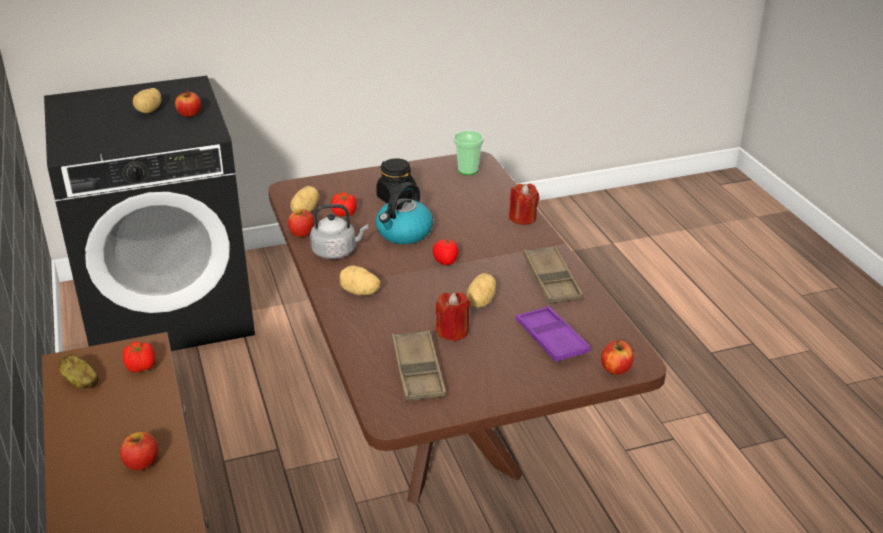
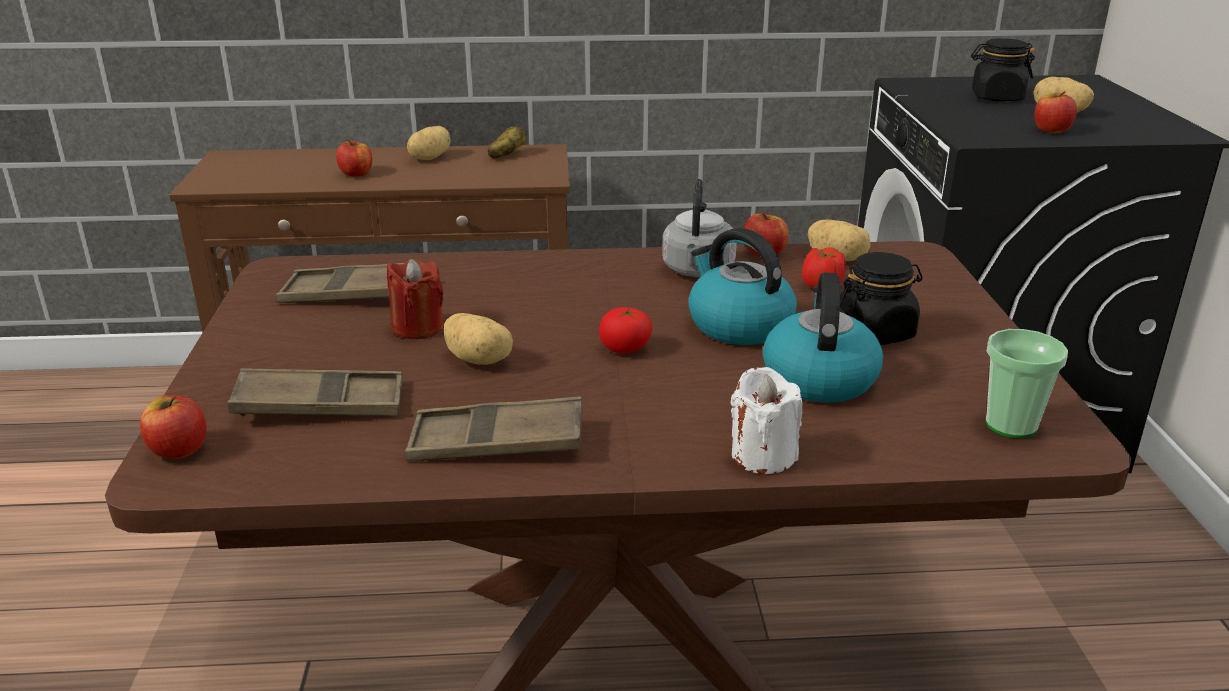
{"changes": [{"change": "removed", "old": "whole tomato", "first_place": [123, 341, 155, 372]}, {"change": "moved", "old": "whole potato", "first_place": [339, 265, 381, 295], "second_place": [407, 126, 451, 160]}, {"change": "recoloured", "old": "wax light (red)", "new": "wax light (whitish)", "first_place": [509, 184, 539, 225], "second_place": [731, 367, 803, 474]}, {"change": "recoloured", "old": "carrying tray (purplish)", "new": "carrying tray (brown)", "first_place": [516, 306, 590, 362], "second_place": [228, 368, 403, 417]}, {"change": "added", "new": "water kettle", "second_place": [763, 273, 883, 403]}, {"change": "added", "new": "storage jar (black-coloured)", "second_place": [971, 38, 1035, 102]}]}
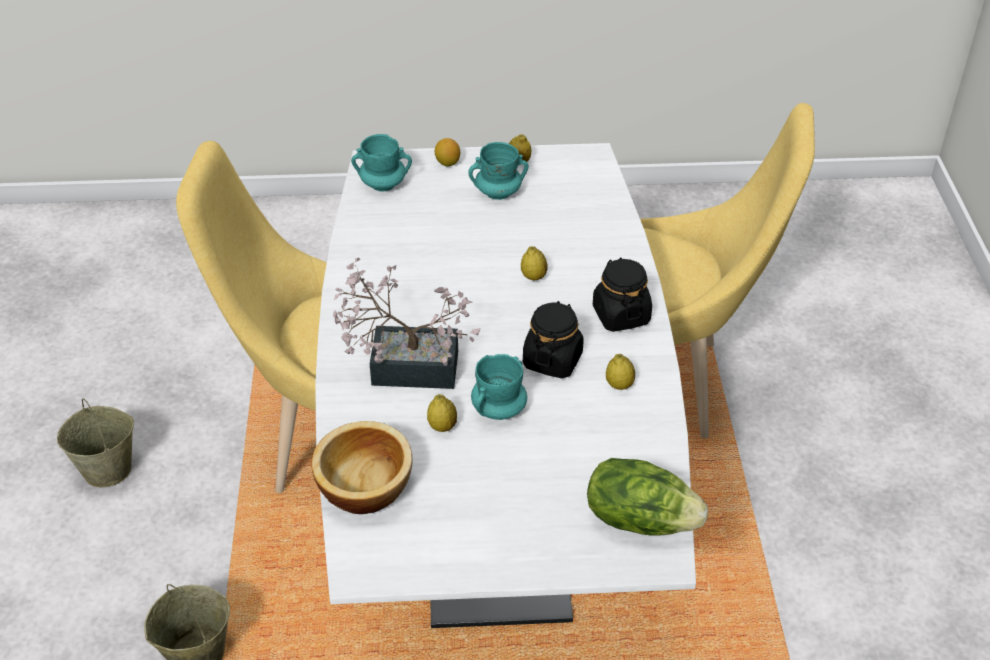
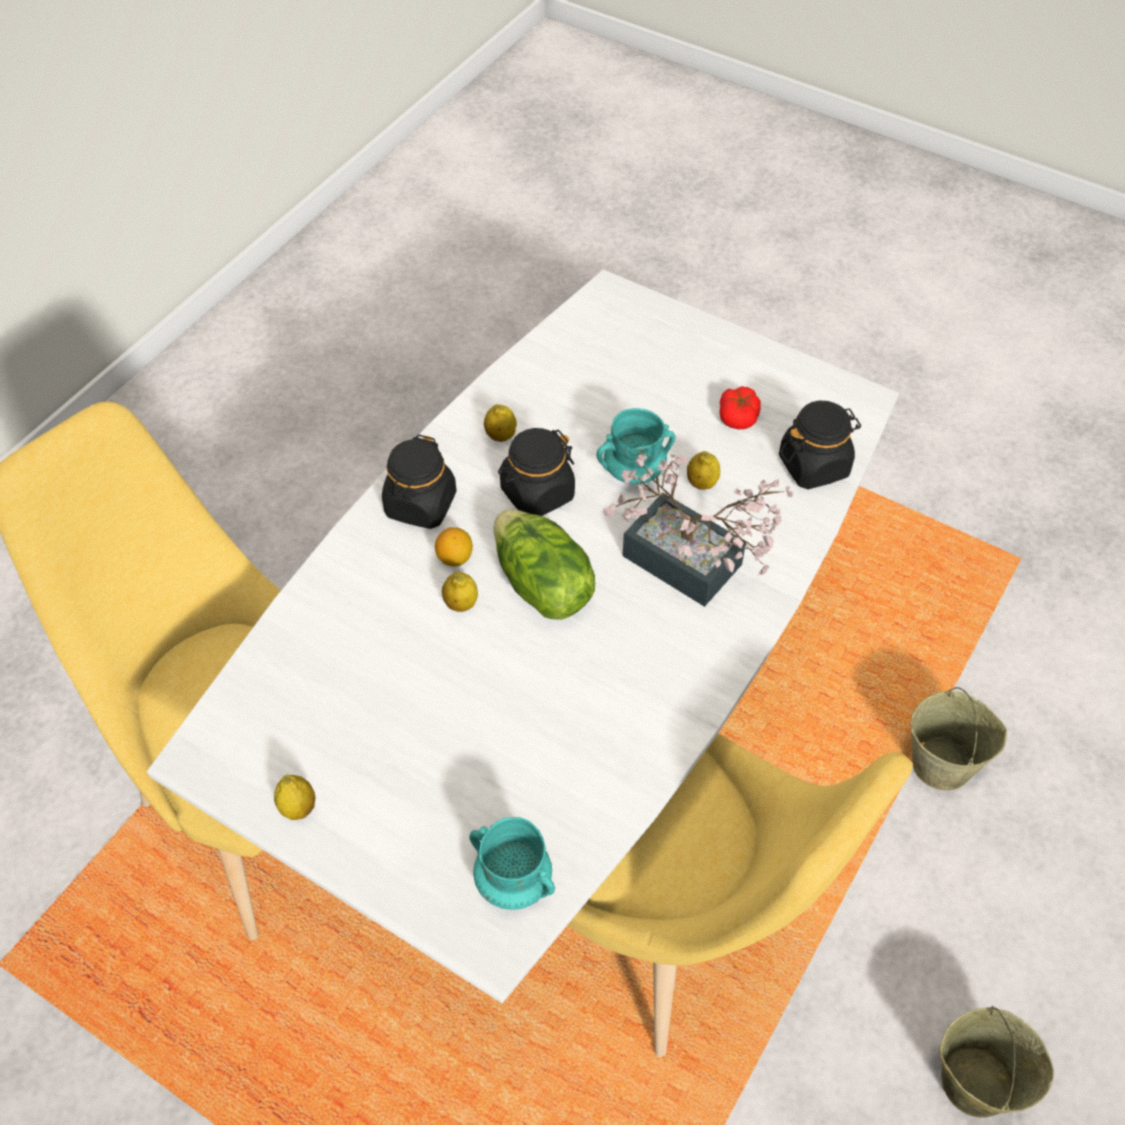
{"changes": [{"change": "replaced", "old": "serving bowl", "new": "storage jar (black-coloured)", "first_place": [311, 421, 413, 514], "second_place": [779, 401, 861, 489]}, {"change": "moved", "old": "whole lemon", "first_place": [435, 138, 460, 167], "second_place": [435, 527, 473, 567]}, {"change": "removed", "old": "tea mug (turquoise)", "first_place": [468, 142, 529, 200]}, {"change": "moved", "old": "lettuce", "first_place": [587, 458, 708, 536], "second_place": [493, 510, 595, 620]}, {"change": "added", "new": "whole tomato", "second_place": [719, 386, 761, 429]}]}
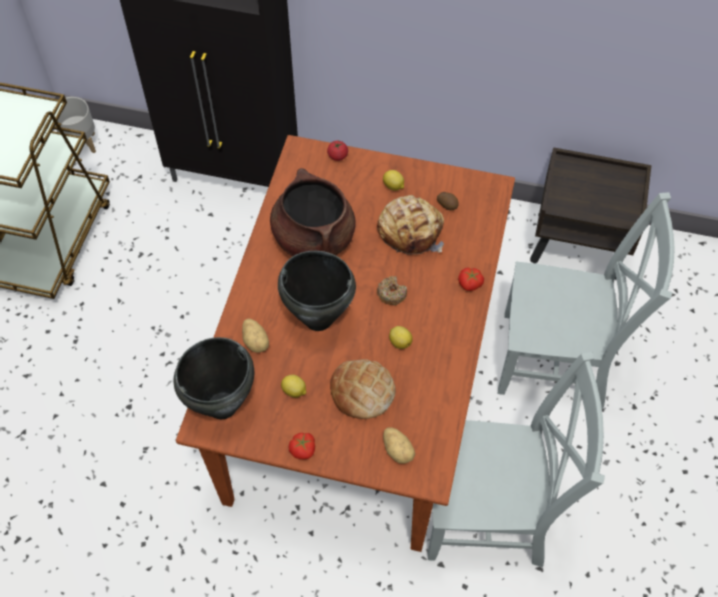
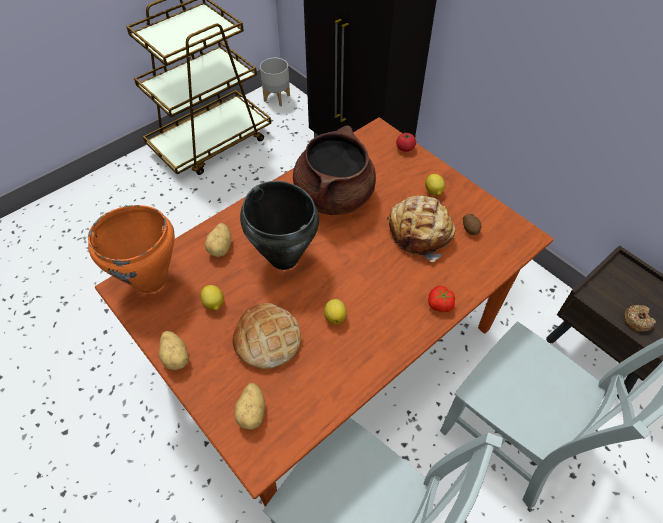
{"changes": [{"change": "recoloured", "old": "stockpot (black-coloured)", "new": "stockpot (orange)", "first_place": [174, 337, 254, 419], "second_place": [88, 205, 175, 293]}, {"change": "replaced", "old": "whole tomato", "new": "whole potato", "first_place": [289, 433, 315, 459], "second_place": [159, 331, 189, 370]}, {"change": "moved", "old": "ring doughnut", "first_place": [377, 276, 407, 305], "second_place": [625, 305, 656, 331]}]}
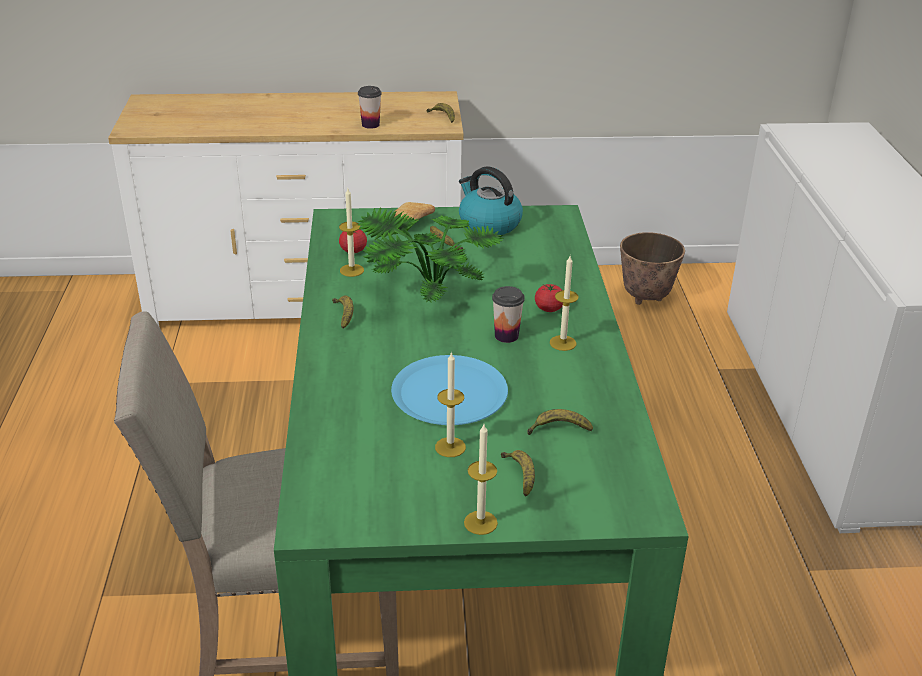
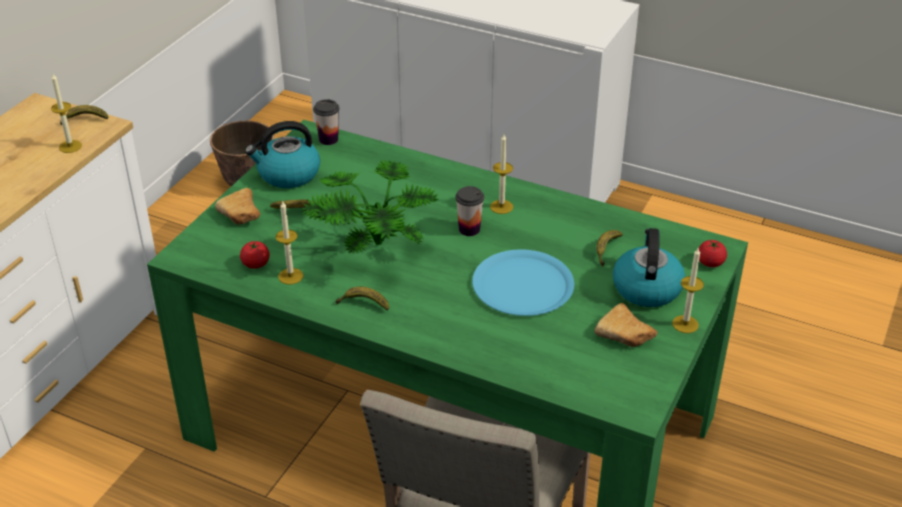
{"changes": [{"change": "moved", "old": "drinking cup", "first_place": [358, 86, 382, 129], "second_place": [313, 99, 339, 145]}, {"change": "moved", "old": "wax light", "first_place": [435, 351, 466, 457], "second_place": [51, 74, 82, 153]}, {"change": "replaced", "old": "whole banana", "new": "water kettle", "first_place": [501, 450, 535, 497], "second_place": [613, 228, 685, 307]}, {"change": "moved", "old": "whole tomato", "first_place": [535, 284, 563, 312], "second_place": [699, 240, 727, 267]}, {"change": "added", "new": "baked bread", "second_place": [594, 303, 658, 347]}]}
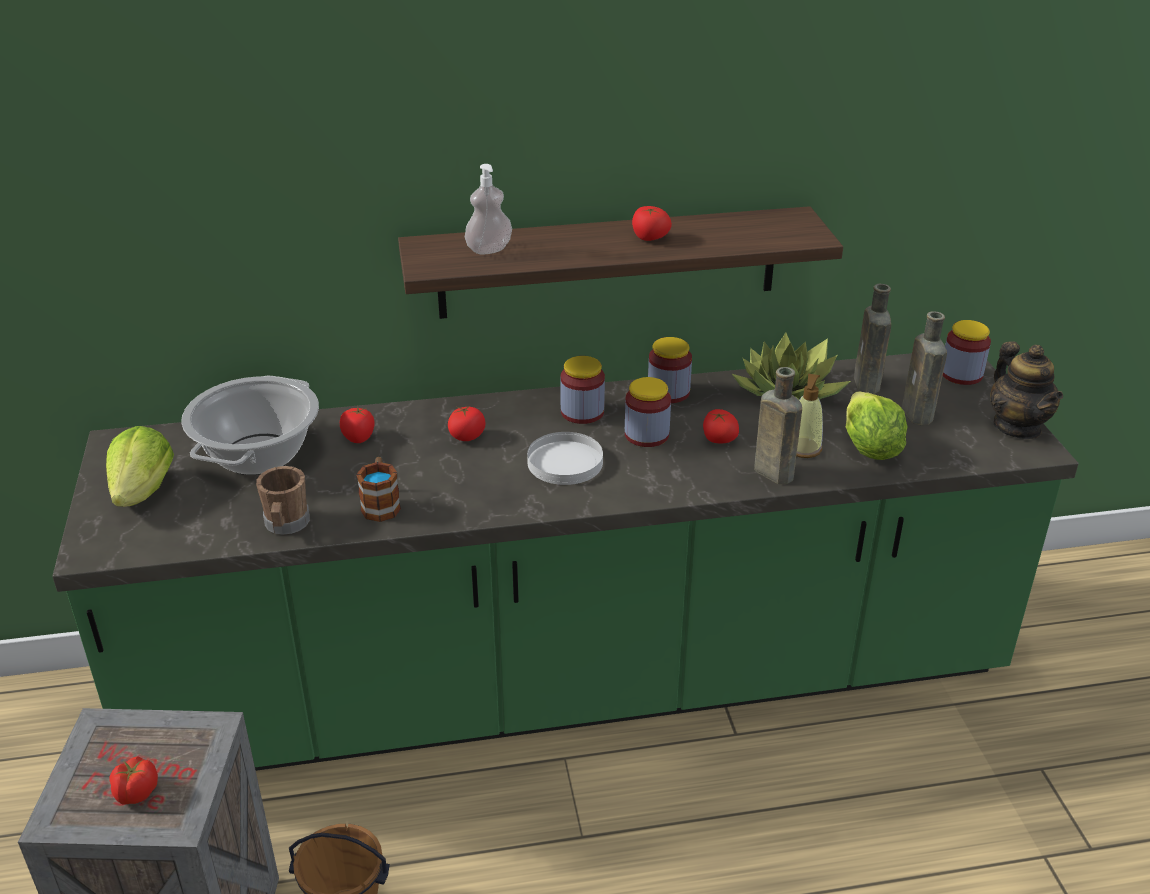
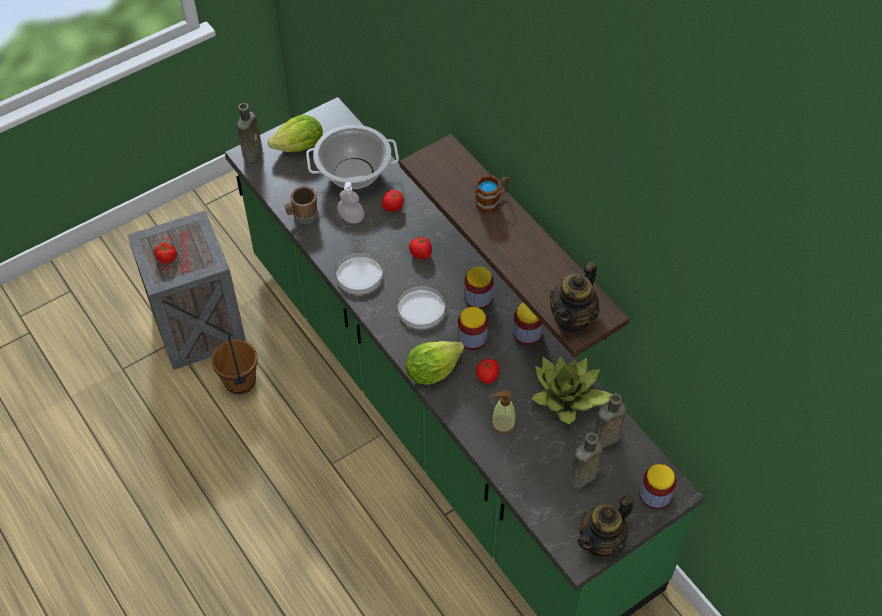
{"changes": [{"change": "moved", "old": "tea mug", "first_place": [356, 457, 401, 522], "second_place": [475, 175, 509, 212]}, {"change": "moved", "old": "soap bottle", "first_place": [465, 164, 512, 255], "second_place": [337, 182, 365, 224]}, {"change": "removed", "old": "whole tomato", "first_place": [632, 206, 672, 241]}, {"change": "moved", "old": "beverage bottle (brown)", "first_place": [755, 367, 802, 484], "second_place": [237, 103, 263, 163]}, {"change": "moved", "old": "lettuce", "first_place": [846, 391, 908, 460], "second_place": [406, 341, 464, 385]}, {"change": "added", "new": "flat dish (whitish)", "second_place": [336, 252, 383, 294]}, {"change": "added", "new": "tea pot", "second_place": [550, 262, 599, 333]}]}
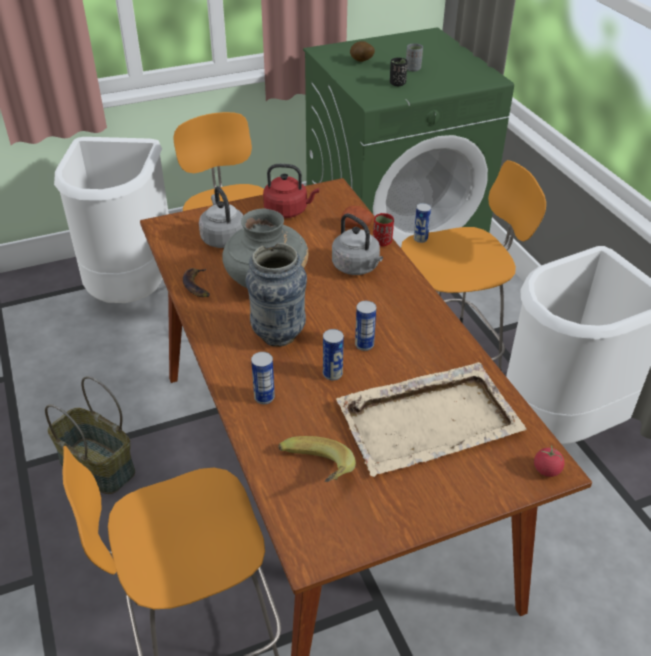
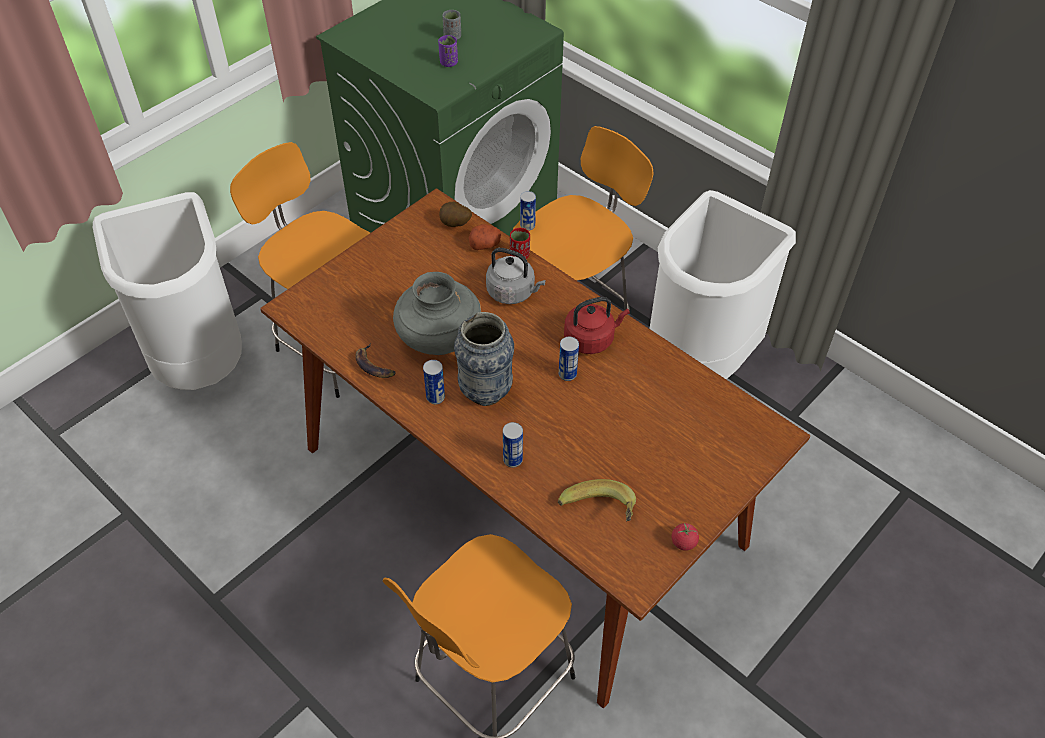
{"changes": [{"change": "removed", "old": "household basket", "first_place": [45, 376, 135, 494]}, {"change": "removed", "old": "water kettle (grey)", "first_place": [199, 186, 243, 248]}, {"change": "moved", "old": "water kettle (red)", "first_place": [263, 164, 319, 218], "second_place": [564, 297, 630, 354]}, {"change": "moved", "old": "sealed can", "first_place": [323, 329, 344, 381], "second_place": [423, 360, 445, 404]}, {"change": "removed", "old": "carrying tray (sand-coloured)", "first_place": [336, 362, 527, 477]}, {"change": "moved", "old": "whole potato", "first_place": [350, 41, 375, 62], "second_place": [440, 202, 472, 227]}, {"change": "recoloured", "old": "drinking cup (black-coloured)", "new": "drinking cup (purplish)", "first_place": [390, 58, 408, 86], "second_place": [438, 35, 458, 67]}, {"change": "moved", "old": "whole tomato", "first_place": [534, 446, 564, 477], "second_place": [672, 523, 699, 551]}]}
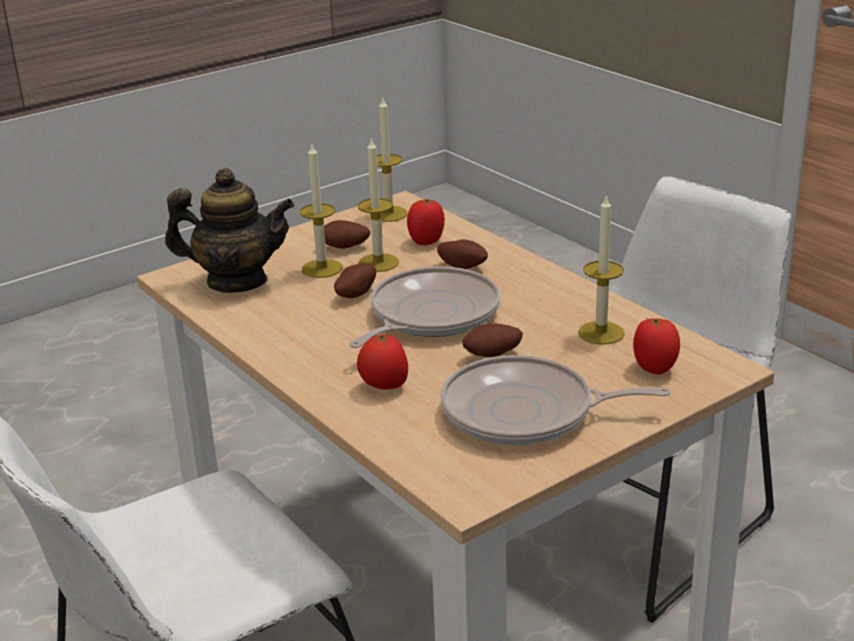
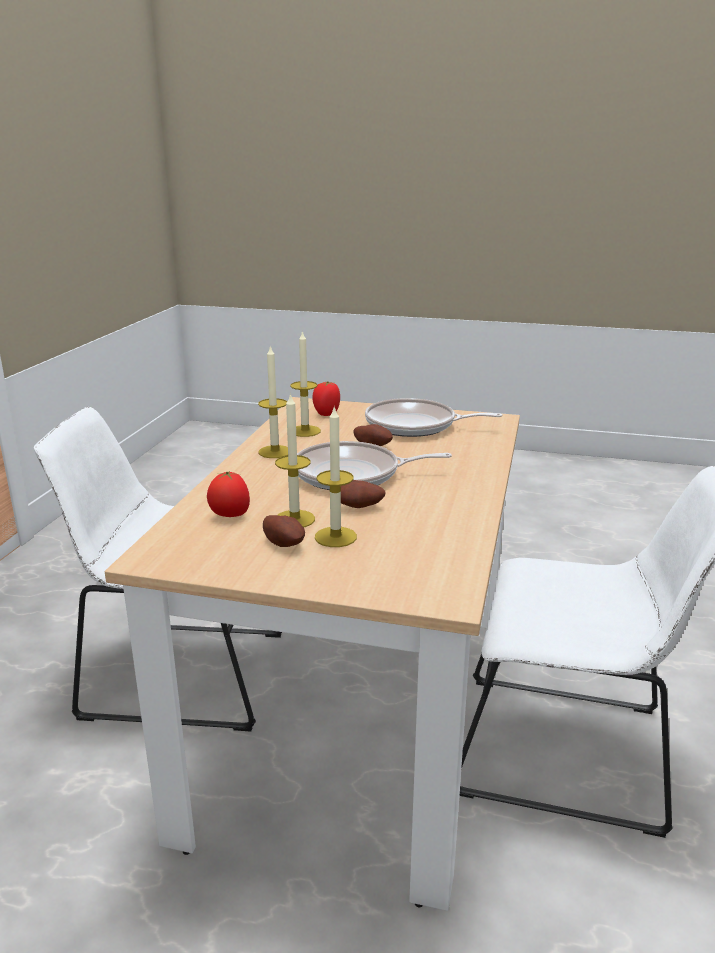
{"changes": [{"change": "removed", "old": "tea pot", "first_place": [165, 168, 294, 293]}, {"change": "removed", "old": "whole tomato", "first_place": [357, 333, 408, 390]}, {"change": "moved", "old": "wax light", "first_place": [370, 96, 408, 222], "second_place": [258, 345, 288, 458]}, {"change": "removed", "old": "whole potato", "first_place": [437, 239, 488, 269]}, {"change": "turned", "old": "pan", "first_place": [441, 355, 671, 445], "second_place": [365, 398, 503, 437], "degrees": 135}]}
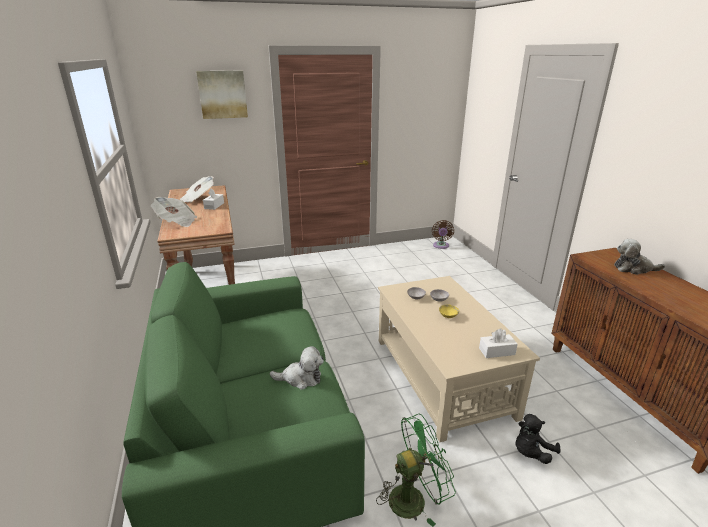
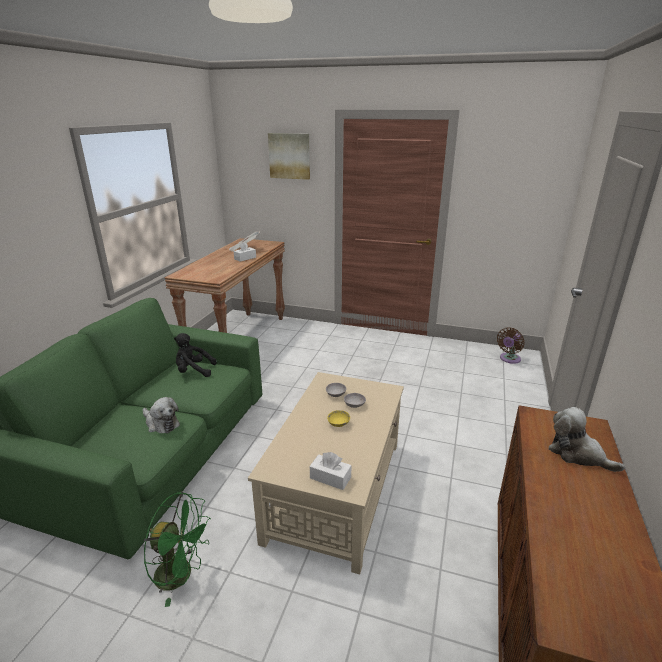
{"changes": [{"change": "removed", "old": "daily paper", "first_place": [151, 197, 197, 227]}, {"change": "moved", "old": "plush toy (black-coloured)", "first_place": [515, 414, 561, 464], "second_place": [174, 333, 217, 377]}]}
